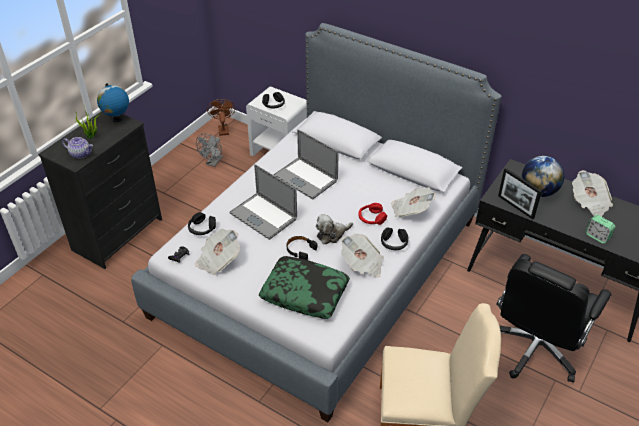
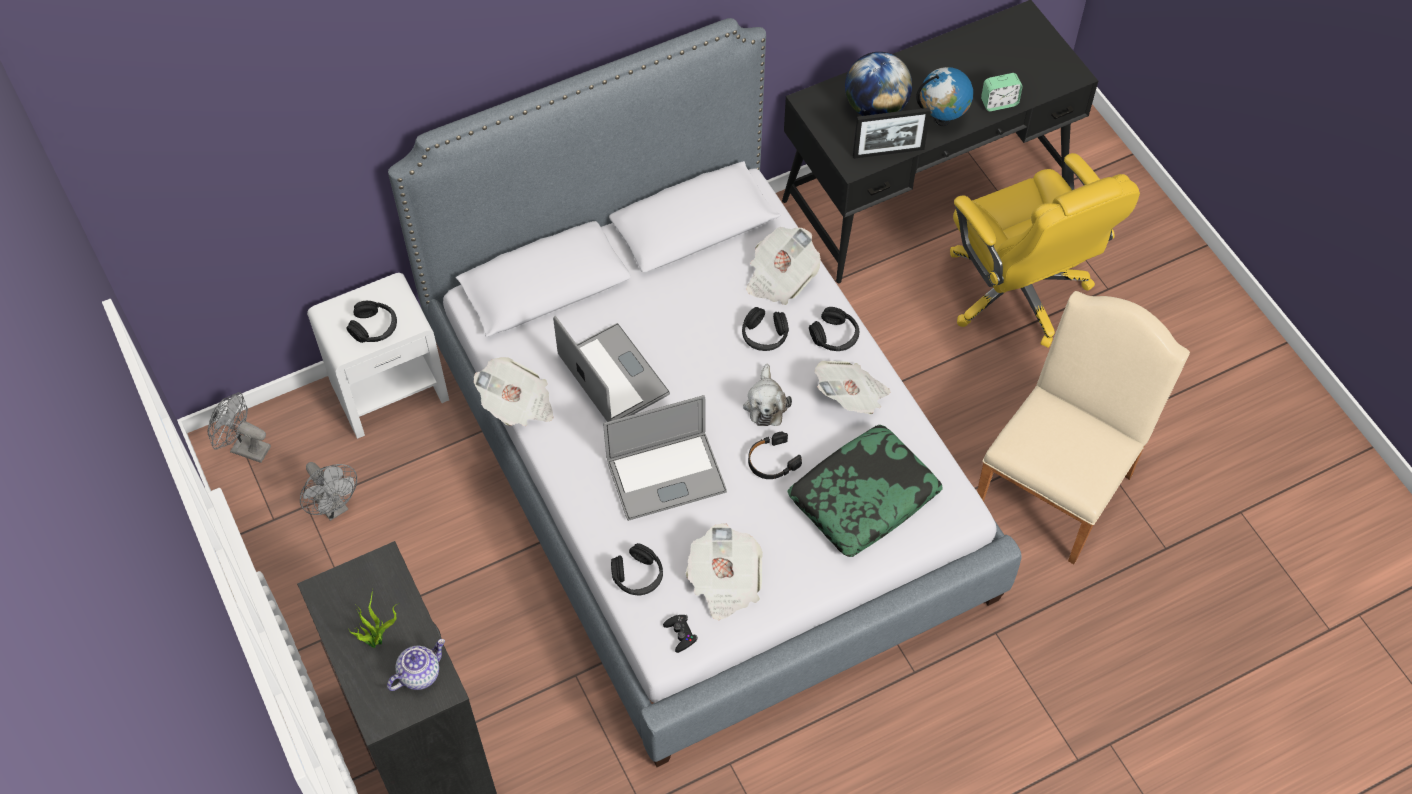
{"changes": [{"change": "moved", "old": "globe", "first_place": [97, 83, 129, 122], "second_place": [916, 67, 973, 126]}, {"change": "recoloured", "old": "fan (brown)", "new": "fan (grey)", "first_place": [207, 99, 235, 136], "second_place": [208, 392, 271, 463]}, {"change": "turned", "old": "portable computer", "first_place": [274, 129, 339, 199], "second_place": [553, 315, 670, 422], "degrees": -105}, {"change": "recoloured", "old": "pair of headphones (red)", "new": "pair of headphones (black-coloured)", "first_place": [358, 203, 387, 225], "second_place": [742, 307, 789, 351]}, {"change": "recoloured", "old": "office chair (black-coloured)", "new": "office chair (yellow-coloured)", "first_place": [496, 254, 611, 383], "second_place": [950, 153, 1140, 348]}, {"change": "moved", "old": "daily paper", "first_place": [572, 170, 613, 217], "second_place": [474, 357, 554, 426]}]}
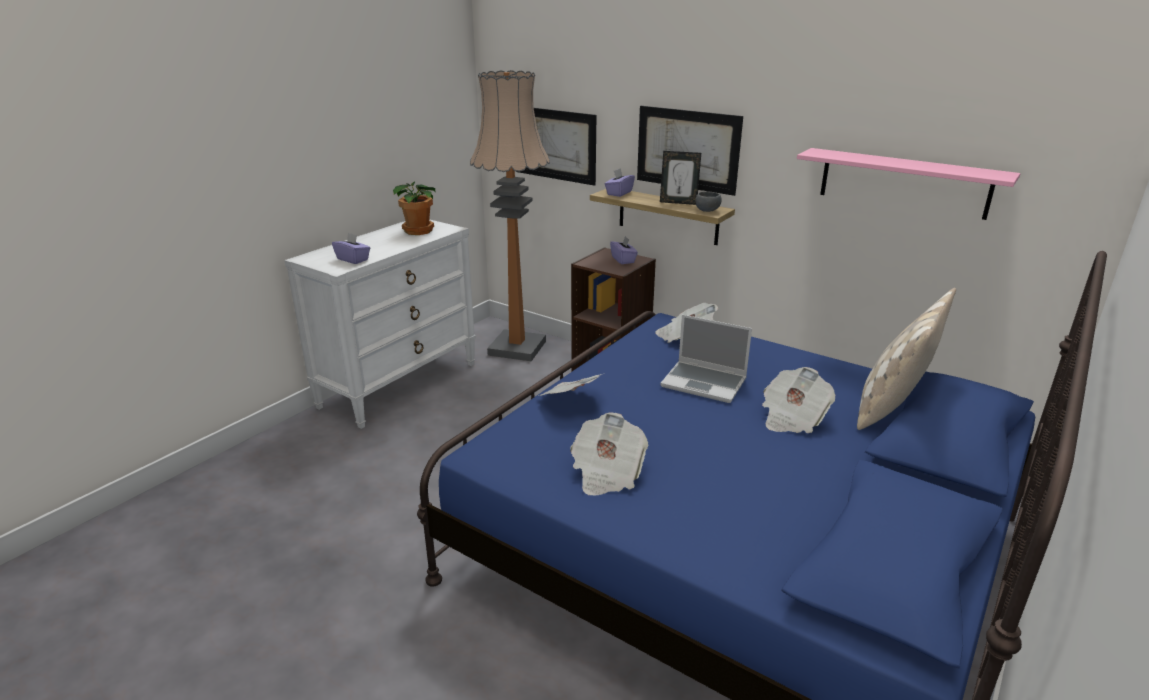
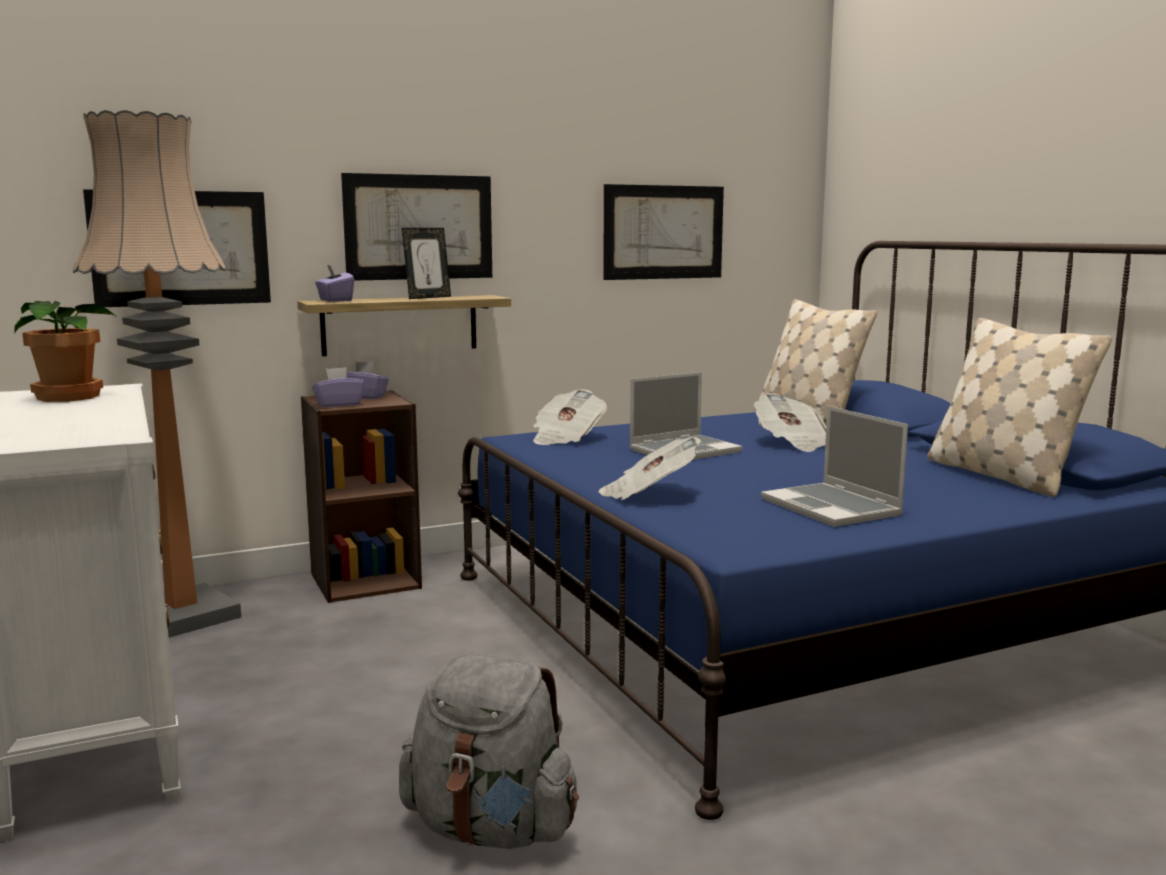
{"changes": [{"change": "moved", "old": "box of tissues (purplish)", "first_place": [332, 232, 370, 264], "second_place": [312, 367, 365, 407]}, {"change": "replaced", "old": "daily paper", "new": "portable computer", "first_place": [570, 412, 648, 496], "second_place": [761, 406, 908, 527]}, {"change": "removed", "old": "serving bowl (grey)", "first_place": [695, 192, 722, 212]}, {"change": "replaced", "old": "shelf (pinkish)", "new": "wall picture", "first_place": [797, 148, 1021, 220], "second_place": [603, 184, 724, 280]}, {"change": "added", "new": "knapsack (grey)", "second_place": [399, 653, 579, 849]}, {"change": "added", "new": "pillow (sand-coloured)", "second_place": [927, 318, 1112, 497]}]}
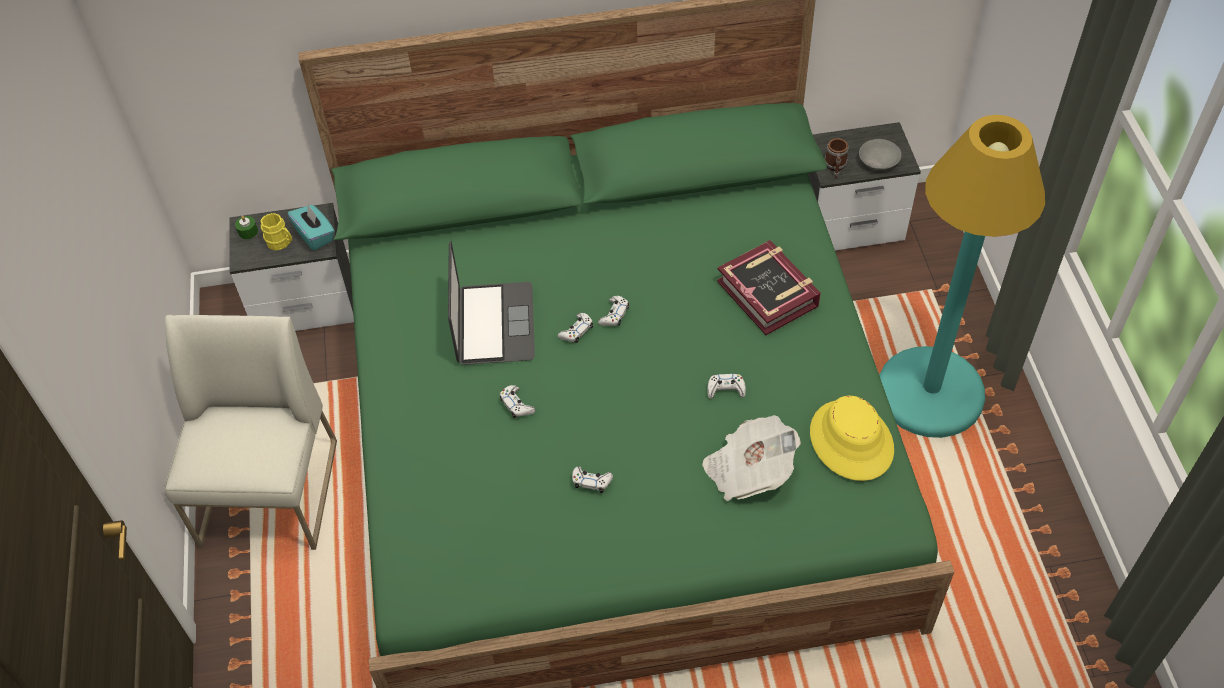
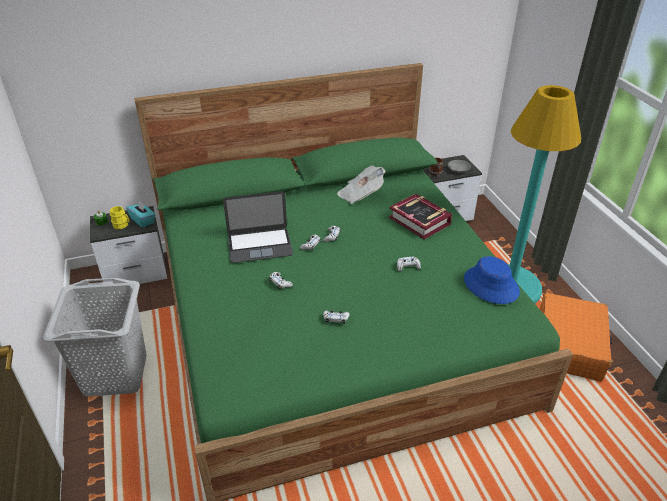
{"changes": [{"change": "replaced", "old": "upright chair (whitish)", "new": "washing basket (grey)", "first_place": [165, 315, 337, 550], "second_place": [43, 278, 147, 397]}, {"change": "turned", "old": "portable computer", "first_place": [448, 241, 535, 365], "second_place": [223, 191, 293, 263], "degrees": 90}, {"change": "moved", "old": "daily paper", "first_place": [702, 415, 801, 501], "second_place": [337, 165, 386, 204]}, {"change": "recoloured", "old": "hat (yellow-coloured)", "new": "hat (blue)", "first_place": [810, 396, 894, 481], "second_place": [464, 256, 520, 304]}, {"change": "added", "new": "piece of luggage (orange)", "second_place": [540, 293, 612, 381]}]}
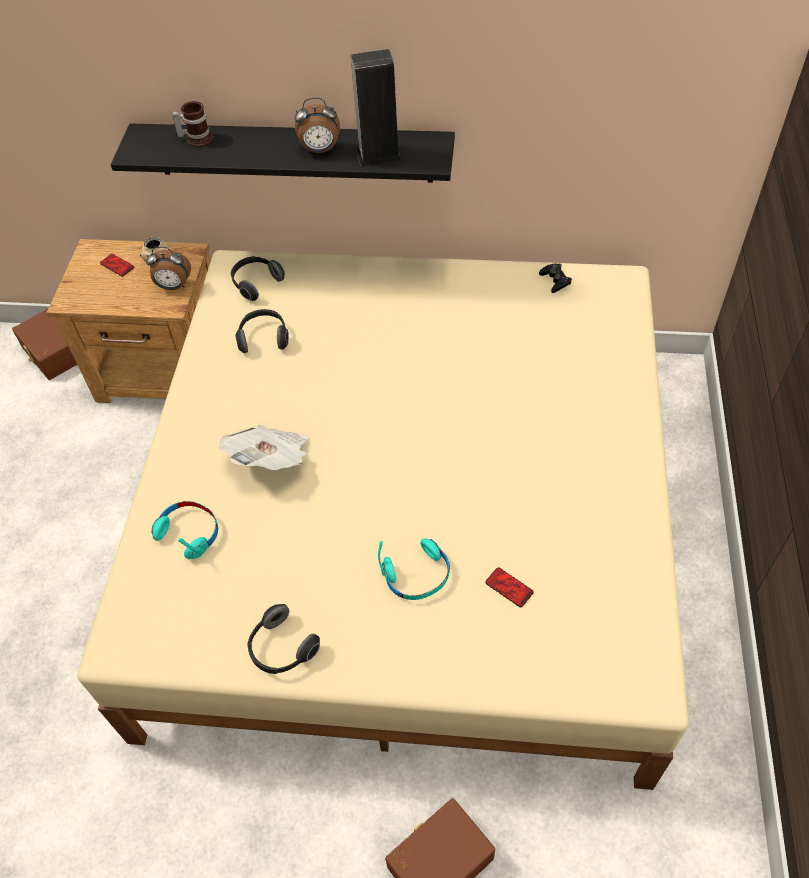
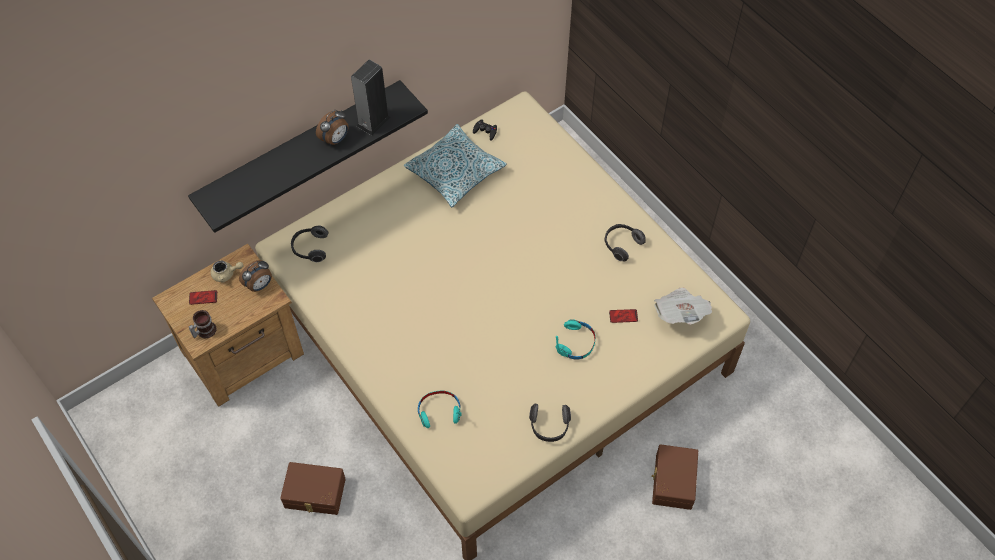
{"changes": [{"change": "moved", "old": "storage container (brown)", "first_place": [12, 308, 77, 380], "second_place": [280, 462, 346, 515]}, {"change": "moved", "old": "tea mug", "first_place": [172, 101, 213, 147], "second_place": [188, 310, 217, 338]}, {"change": "moved", "old": "daily paper", "first_place": [219, 425, 308, 470], "second_place": [654, 288, 712, 325]}, {"change": "moved", "old": "pair of headphones", "first_place": [235, 309, 289, 353], "second_place": [604, 224, 646, 261]}, {"change": "added", "new": "pillow", "second_place": [404, 124, 507, 208]}]}
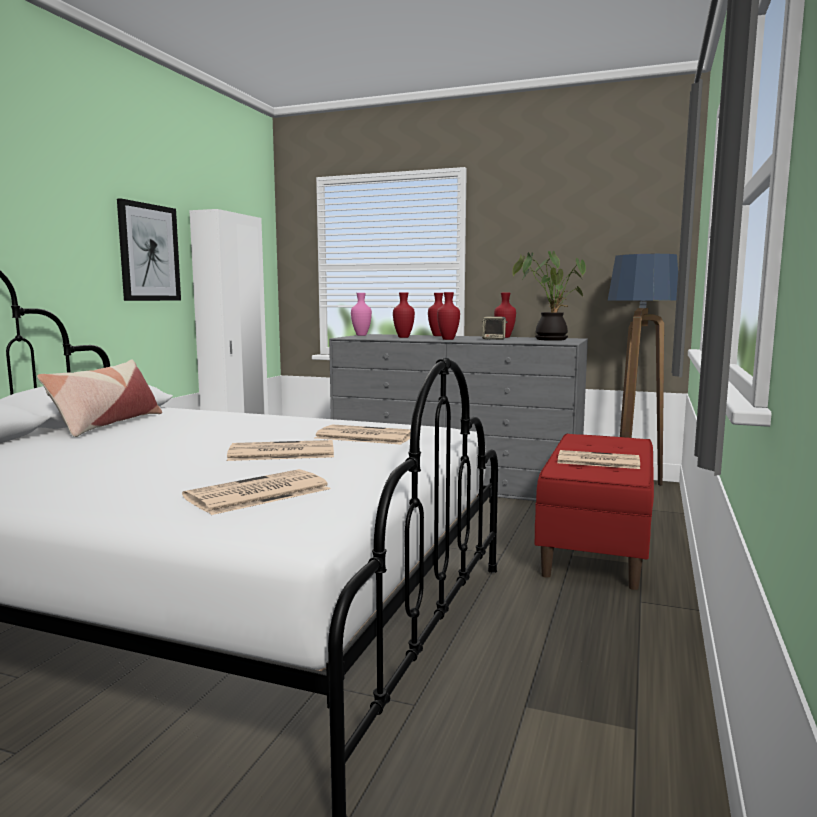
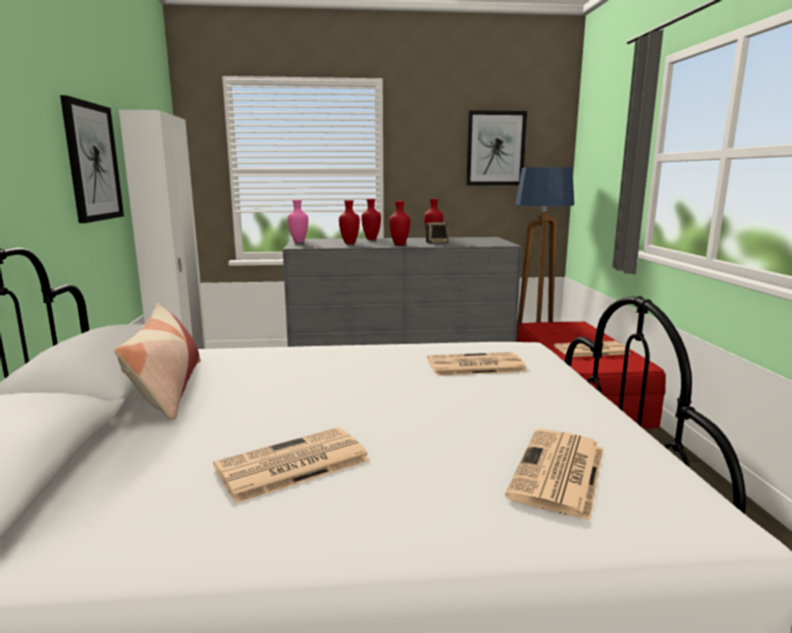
{"changes": [{"change": "moved", "old": "daily paper", "first_place": [227, 440, 334, 461], "second_place": [213, 427, 370, 503]}, {"change": "removed", "old": "plant in a pot", "first_place": [512, 251, 586, 341]}, {"change": "added", "new": "wall picture", "second_place": [466, 110, 527, 185]}]}
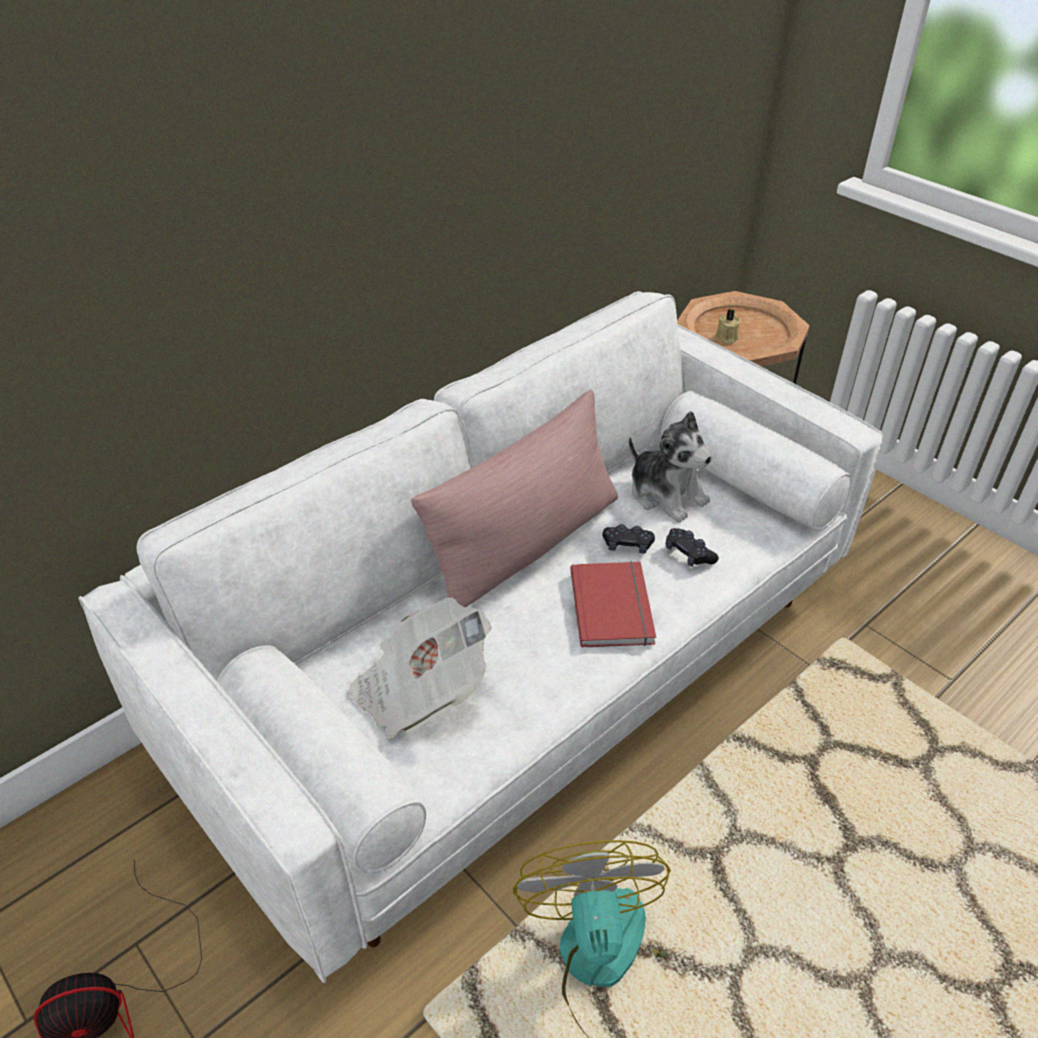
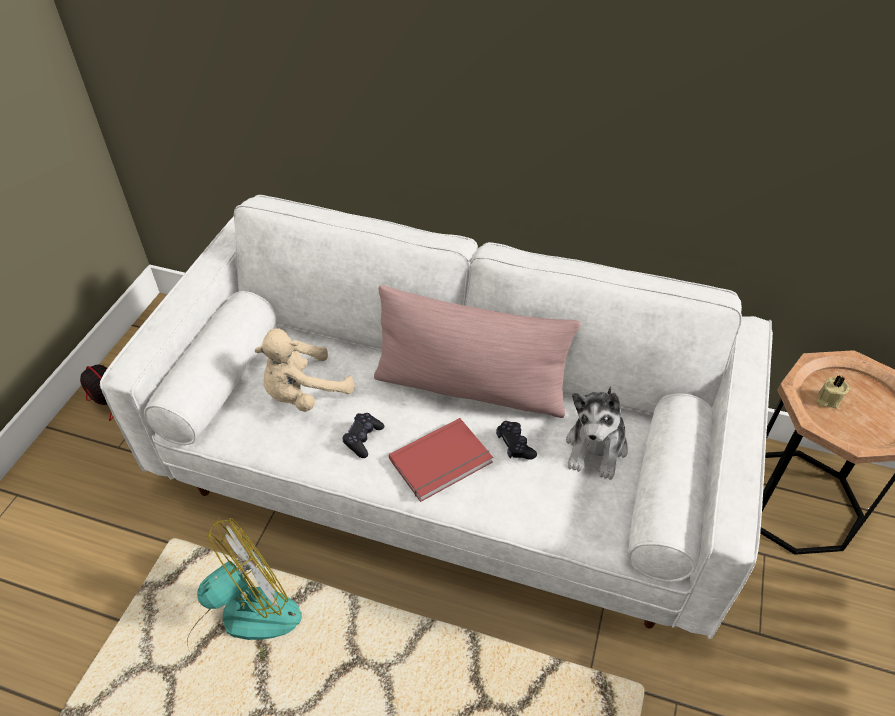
{"changes": [{"change": "replaced", "old": "daily paper", "new": "plush toy (sand-coloured)", "first_place": [349, 598, 491, 739], "second_place": [255, 328, 355, 412]}, {"change": "moved", "old": "joypad (black-coloured)", "first_place": [665, 528, 719, 567], "second_place": [342, 413, 384, 458]}]}
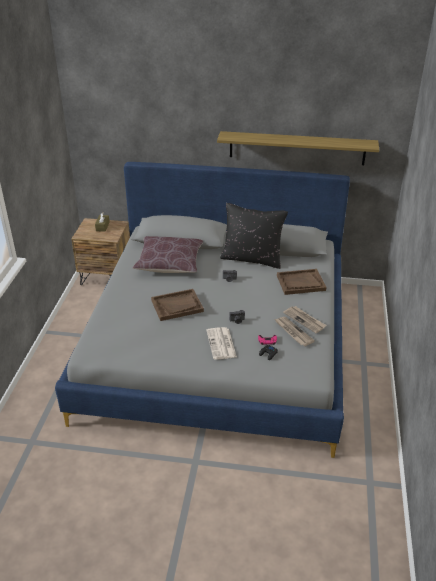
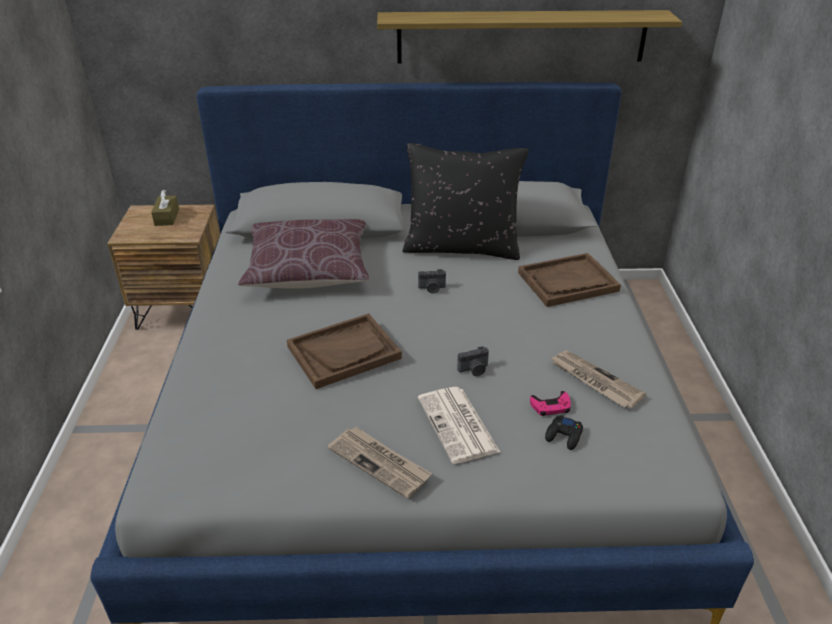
{"changes": [{"change": "moved", "old": "daily paper", "first_place": [283, 306, 327, 333], "second_place": [328, 427, 432, 499]}]}
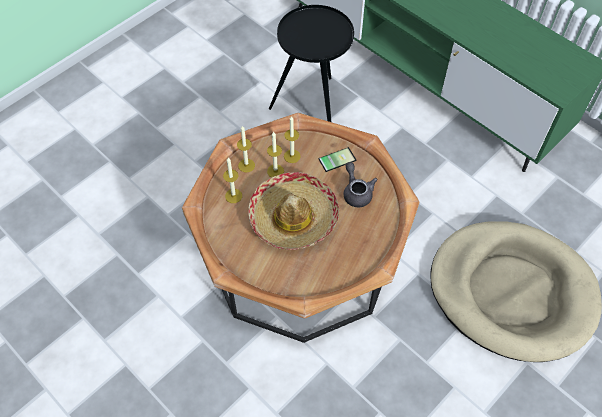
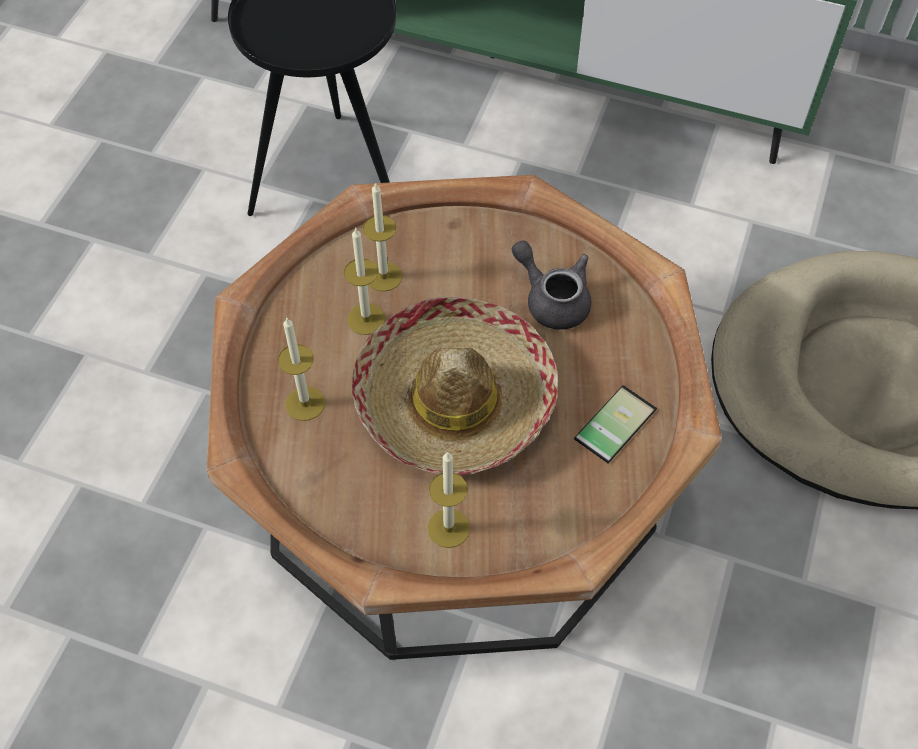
{"changes": [{"change": "moved", "old": "wax light", "first_place": [237, 126, 255, 172], "second_place": [428, 451, 470, 548]}, {"change": "moved", "old": "telephone", "first_place": [318, 147, 357, 172], "second_place": [574, 385, 657, 464]}]}
